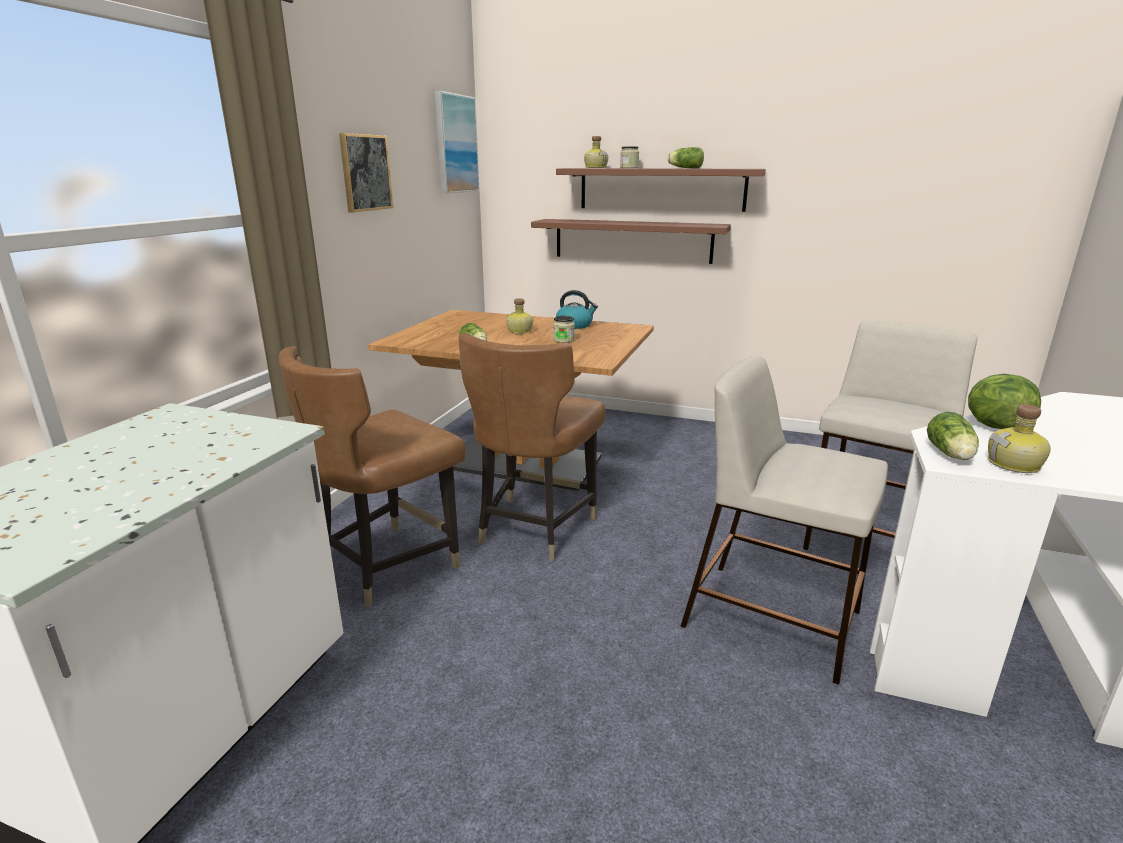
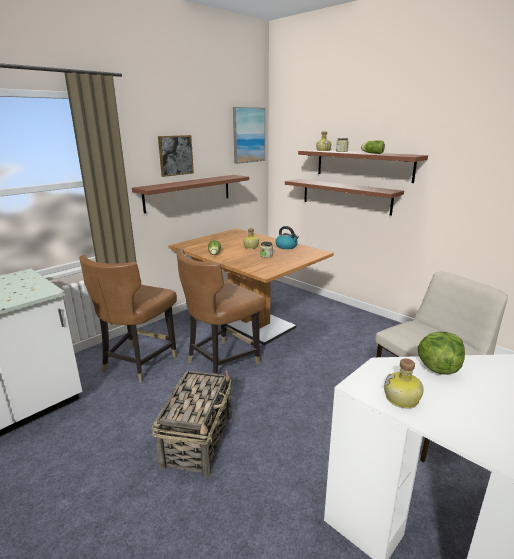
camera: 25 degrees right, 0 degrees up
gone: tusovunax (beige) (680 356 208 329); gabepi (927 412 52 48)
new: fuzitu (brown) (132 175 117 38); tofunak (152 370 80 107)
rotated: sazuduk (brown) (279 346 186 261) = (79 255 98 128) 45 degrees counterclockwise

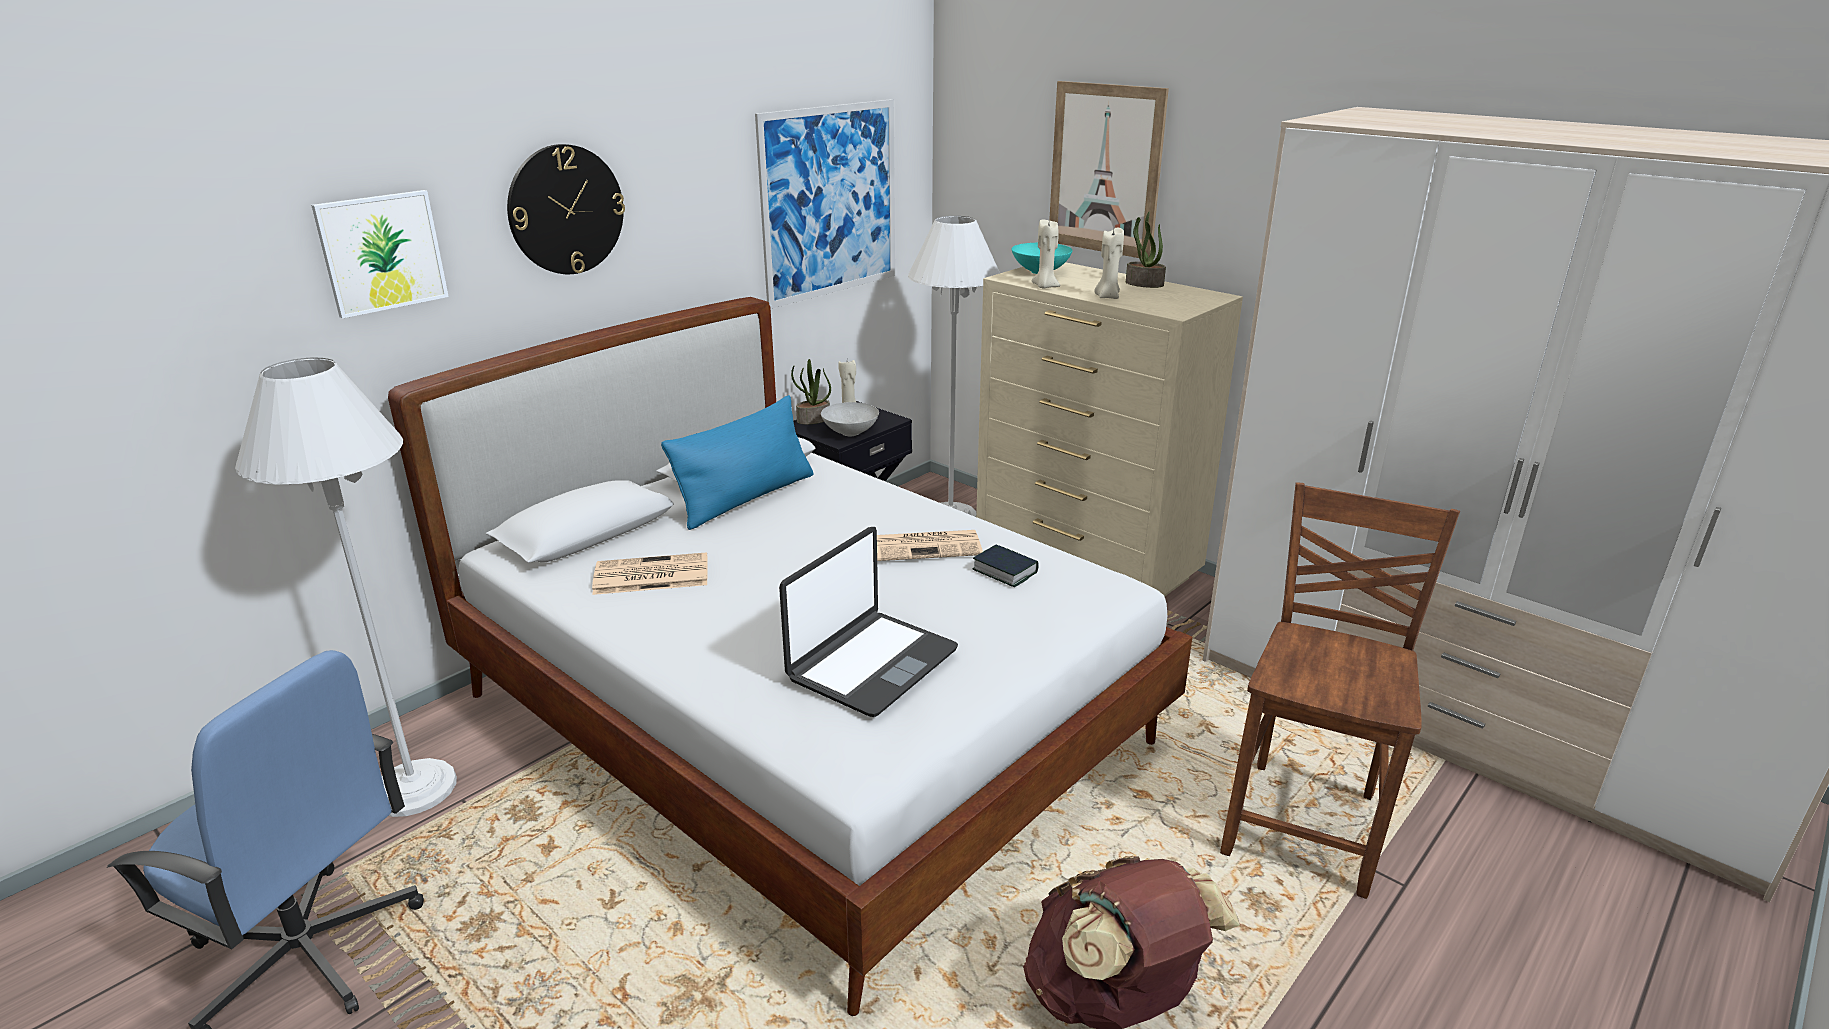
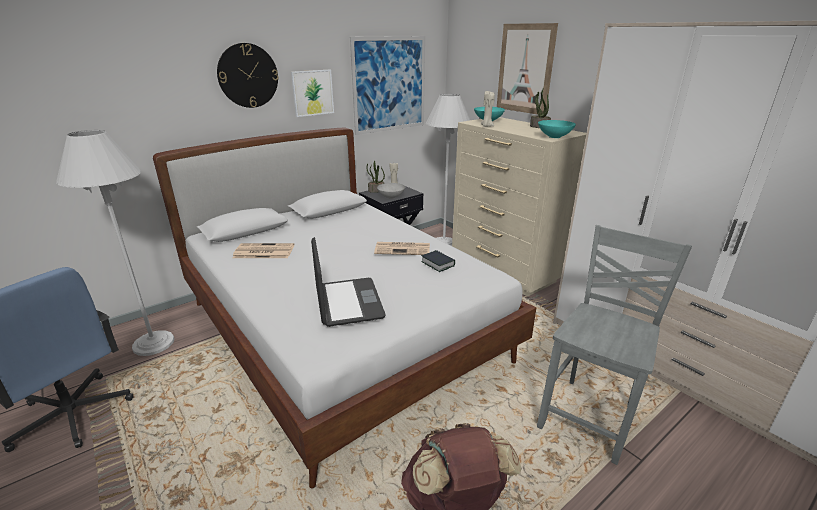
camera: 10 degrees right, 0 degrees up
gone: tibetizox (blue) (661 395 152 135); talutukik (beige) (1094 227 30 72)
new: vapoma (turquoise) (538 120 38 18)
shifted: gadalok (311 190 138 129) to (291 70 43 47)
repainted: sazuduk (brown) (1220 482 240 417) to sazuduk (grey) (537 225 155 240)
rotated: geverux (779 527 179 190) = (311 237 75 90) 60 degrees counterclockwise

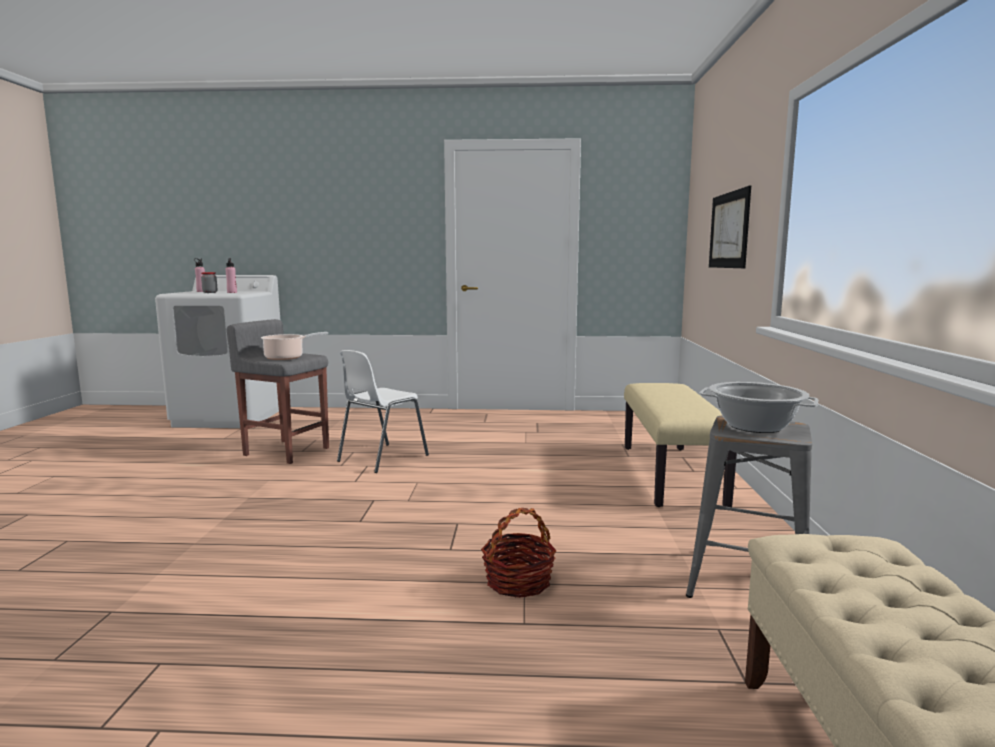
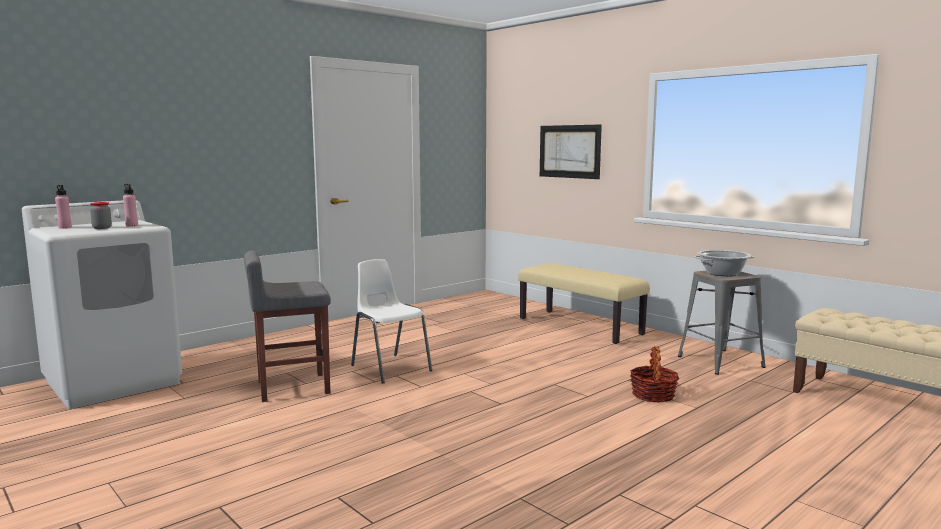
camera: 45 degrees left, 0 degrees up
gone: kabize (261 332 67 28)
rotated: sazuduk (white) (337 350 92 123) = (351 259 81 125) 150 degrees clockwise

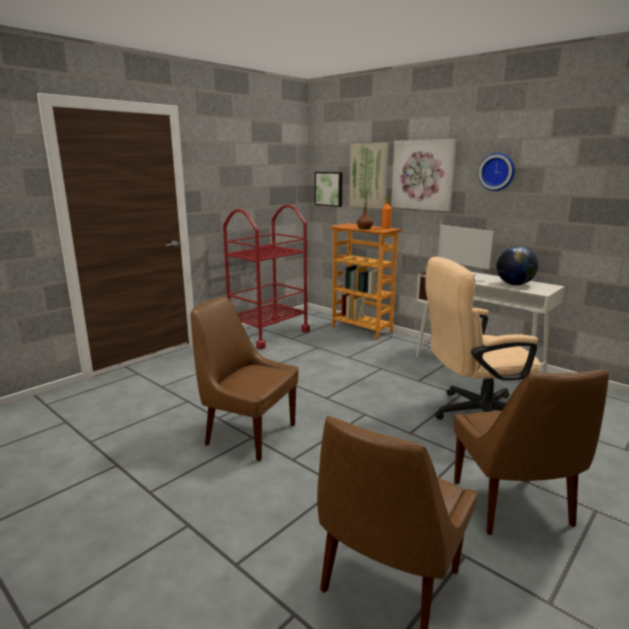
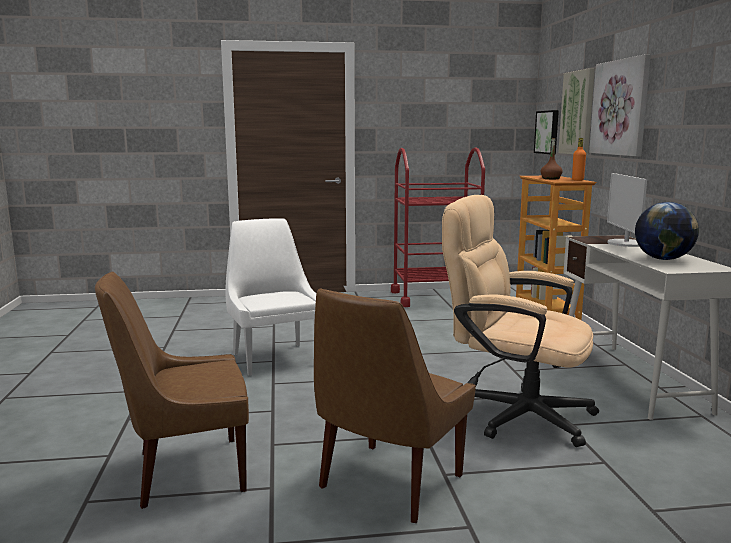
camera: 40 degrees right, 5 degrees down
gone: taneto (478 153 37 38)
repainted: sazuduk (brown) (191 297 107 164) to sazuduk (white) (225 218 91 158)

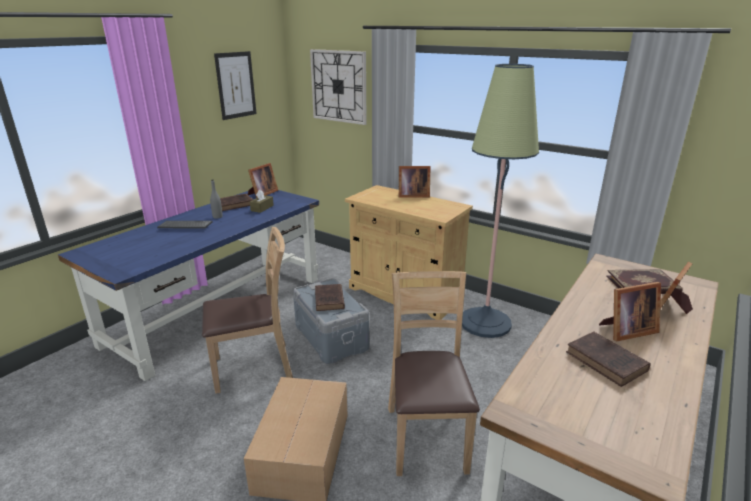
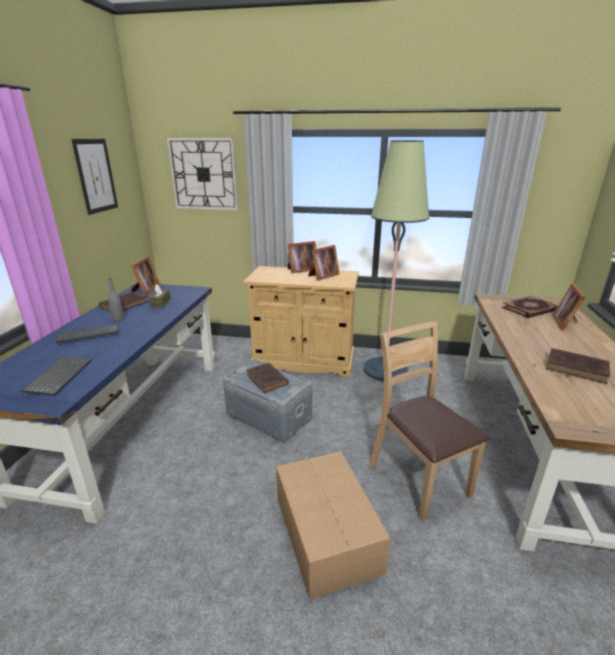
camera: 25 degrees left, 0 degrees up
gone: sazuduk (brown) (202 227 91 166)
new: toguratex (21 356 71 40)
shifted: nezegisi (599 282 62 60) to (308 245 32 36)

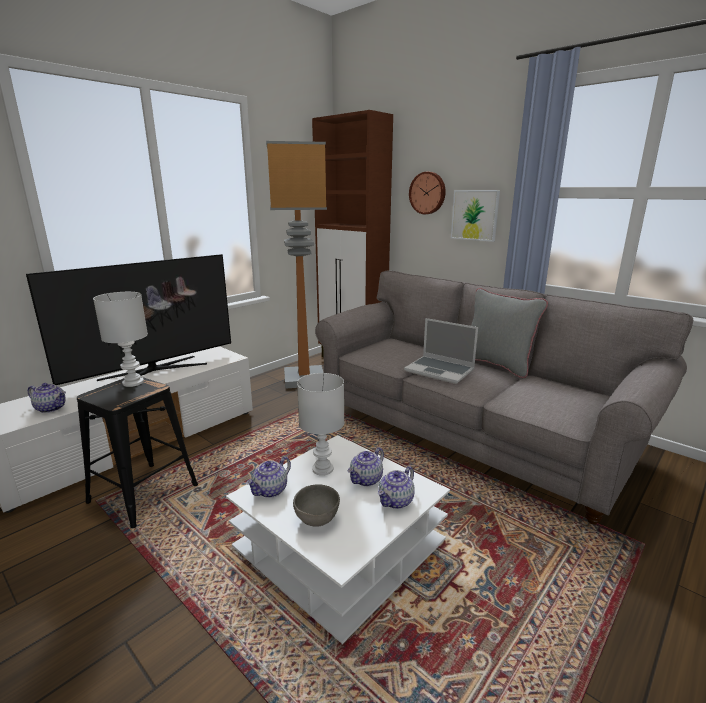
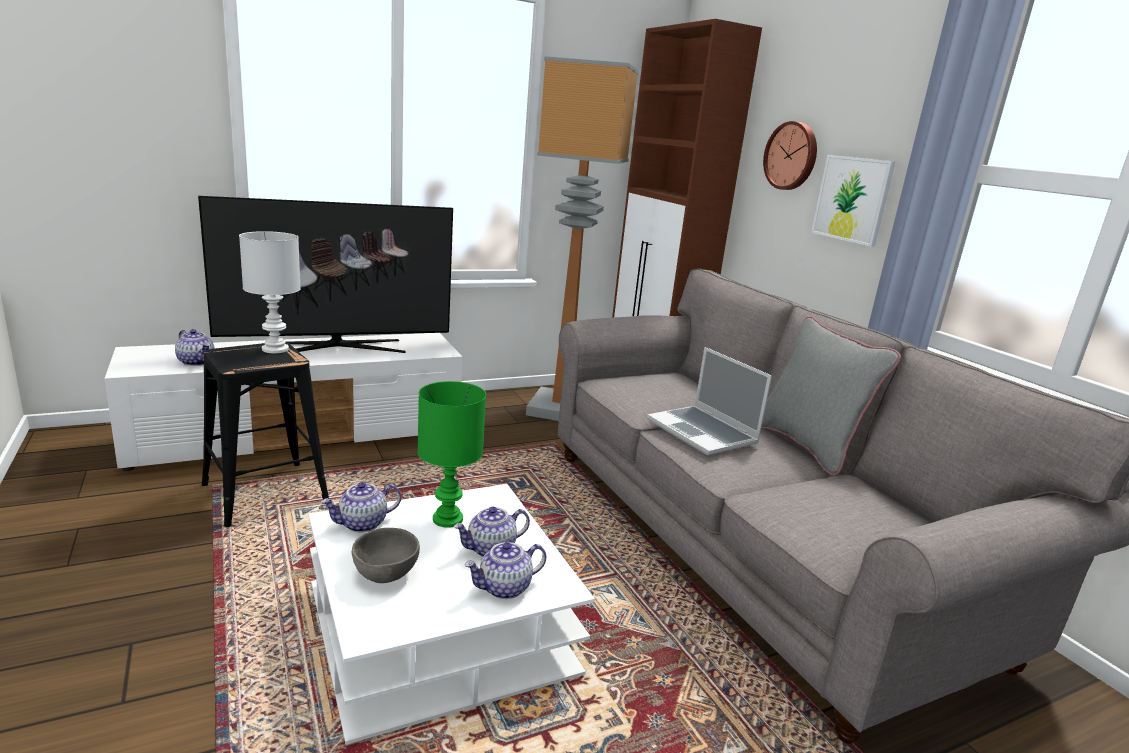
camera: 20 degrees right, 0 degrees up
repainted: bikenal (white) (297 373 47 103) to bikenal (green) (417 381 69 147)

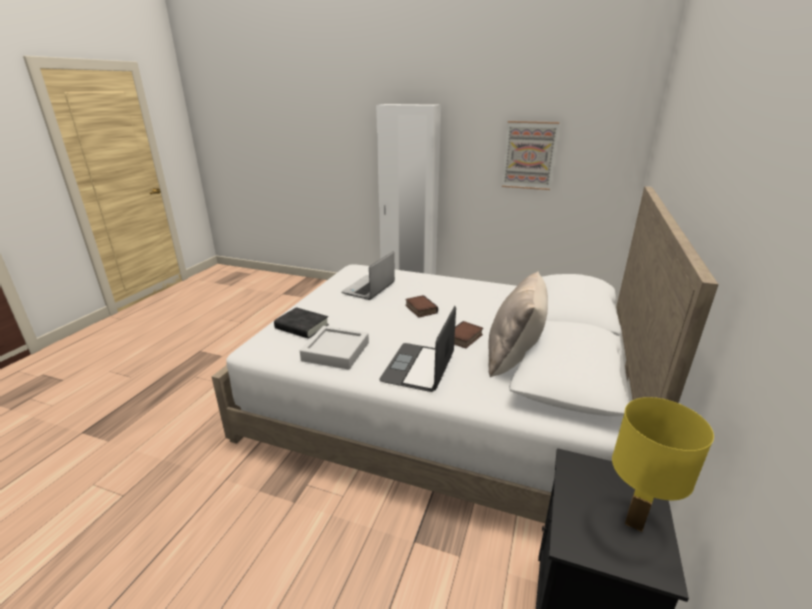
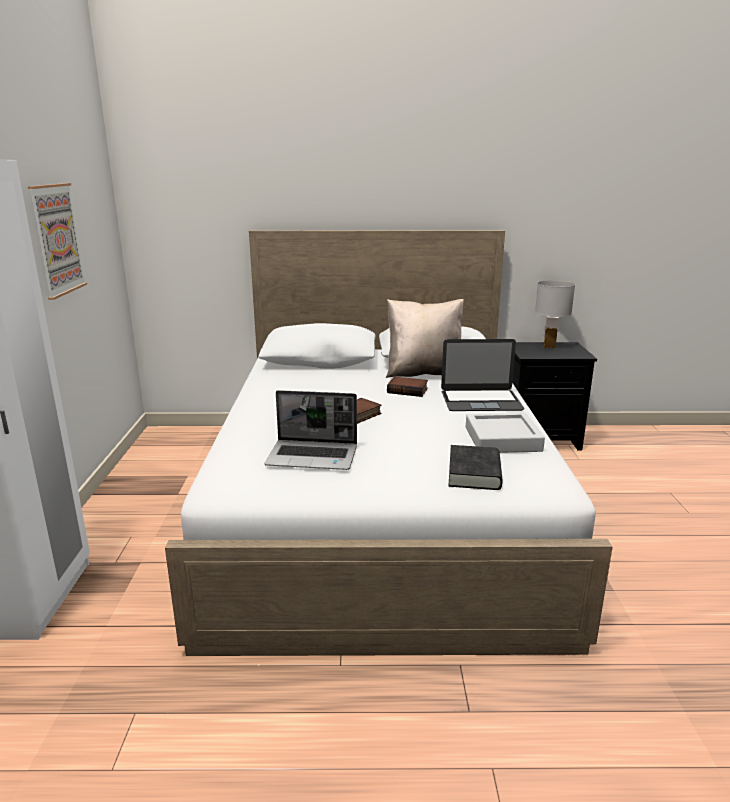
camera: 110 degrees left, 5 degrees down
repainted: bikenal (yellow) (612 397 102 135) to bikenal (white) (535 280 40 68)

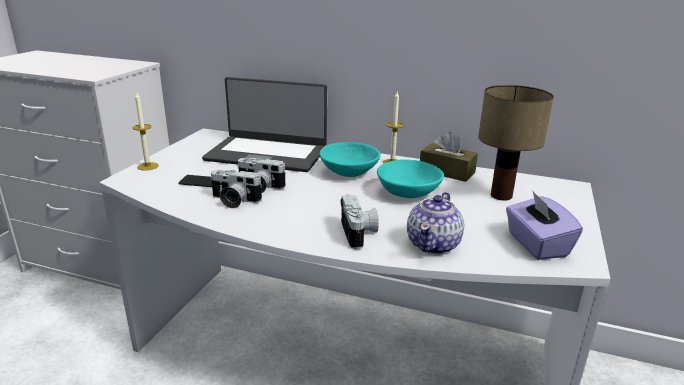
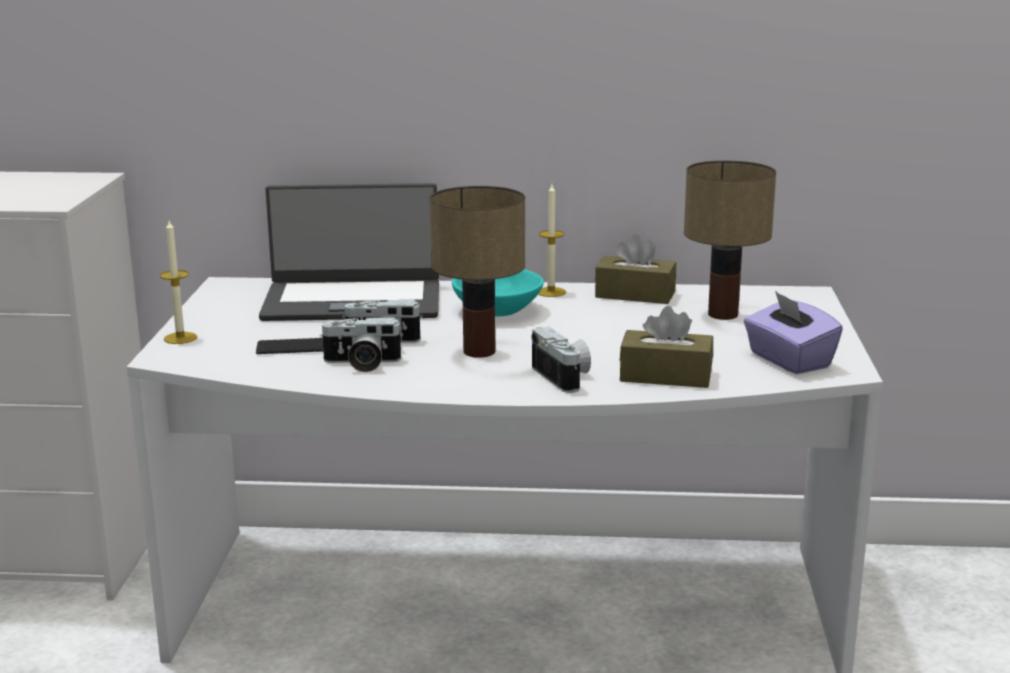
camera: 15 degrees left, 5 degrees down
gone: vapoma (turquoise) (377 160 67 38)
new: bikenal (430 186 95 172)
swapped: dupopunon (407 192 57 62) to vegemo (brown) (619 306 94 82)

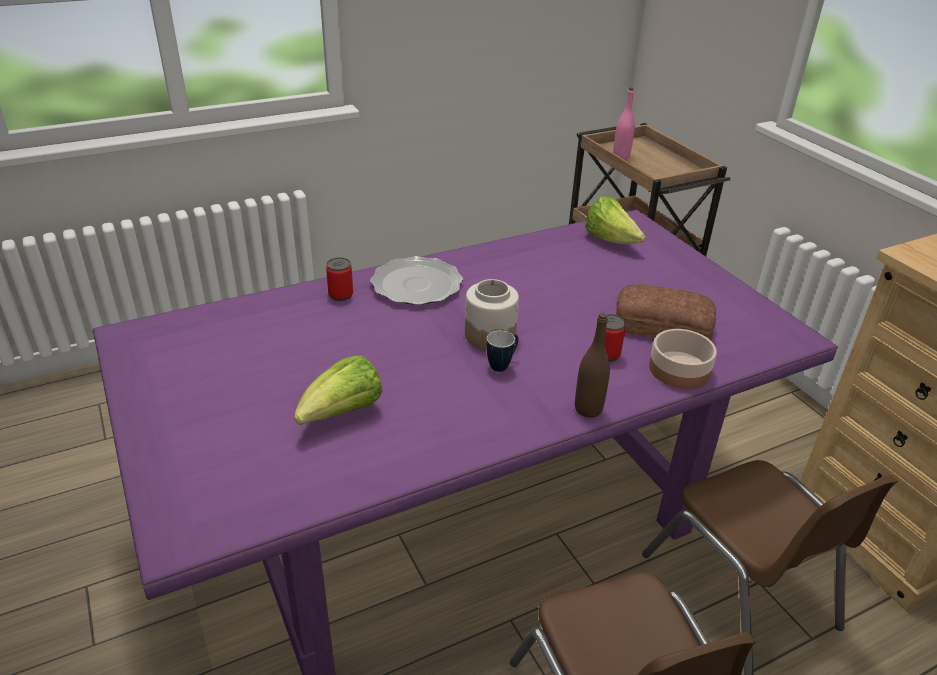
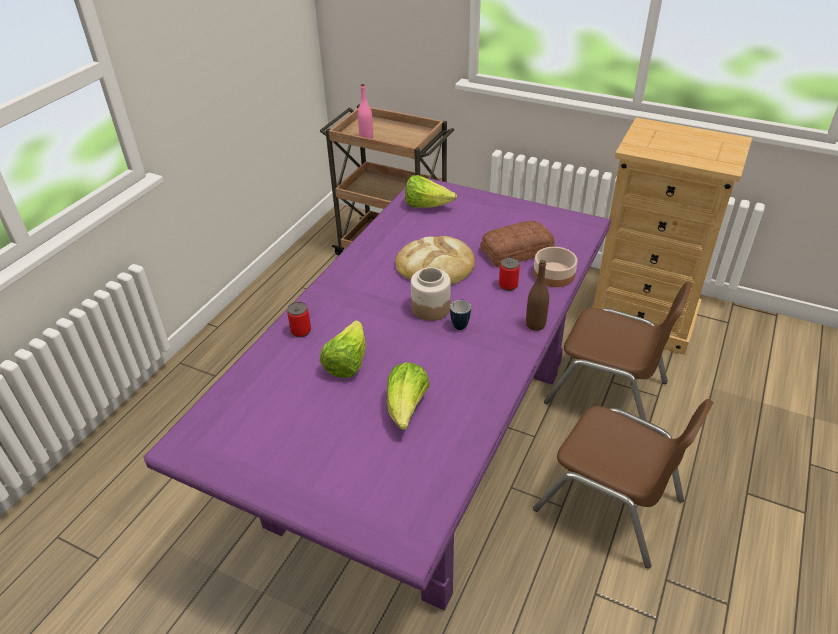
camera: 35 degrees left, 5 degrees up
gone: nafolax (370 256 93 49)
new: gabepi (320 320 46 58); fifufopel (395 236 80 49)

